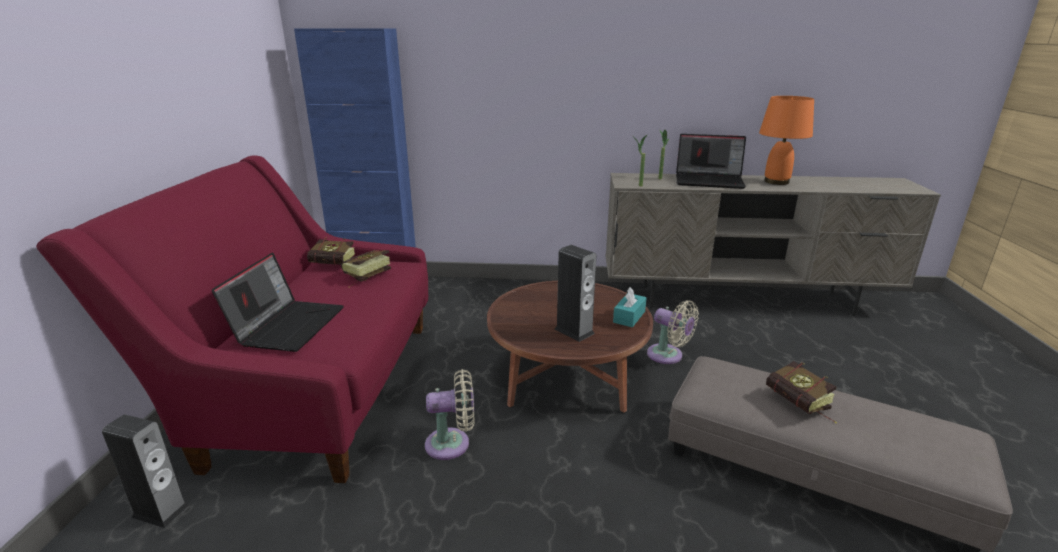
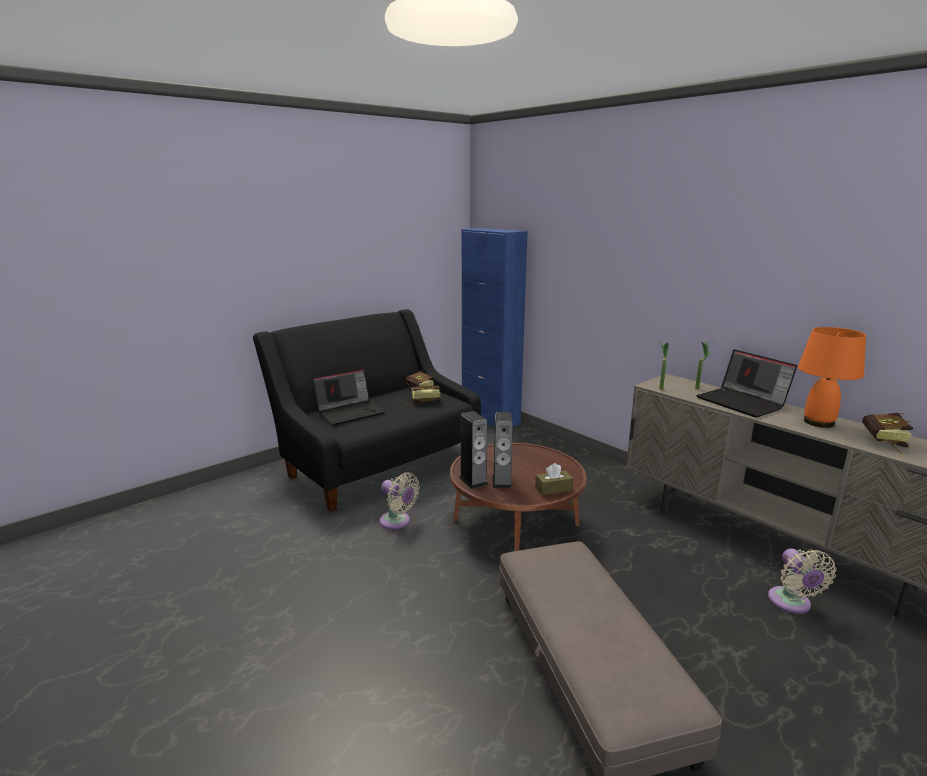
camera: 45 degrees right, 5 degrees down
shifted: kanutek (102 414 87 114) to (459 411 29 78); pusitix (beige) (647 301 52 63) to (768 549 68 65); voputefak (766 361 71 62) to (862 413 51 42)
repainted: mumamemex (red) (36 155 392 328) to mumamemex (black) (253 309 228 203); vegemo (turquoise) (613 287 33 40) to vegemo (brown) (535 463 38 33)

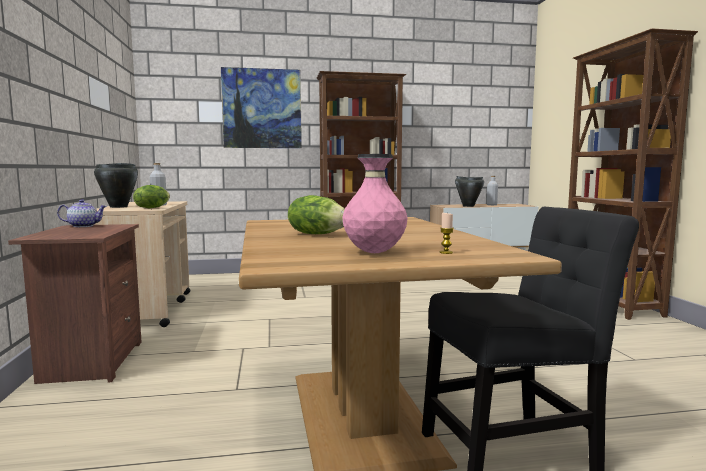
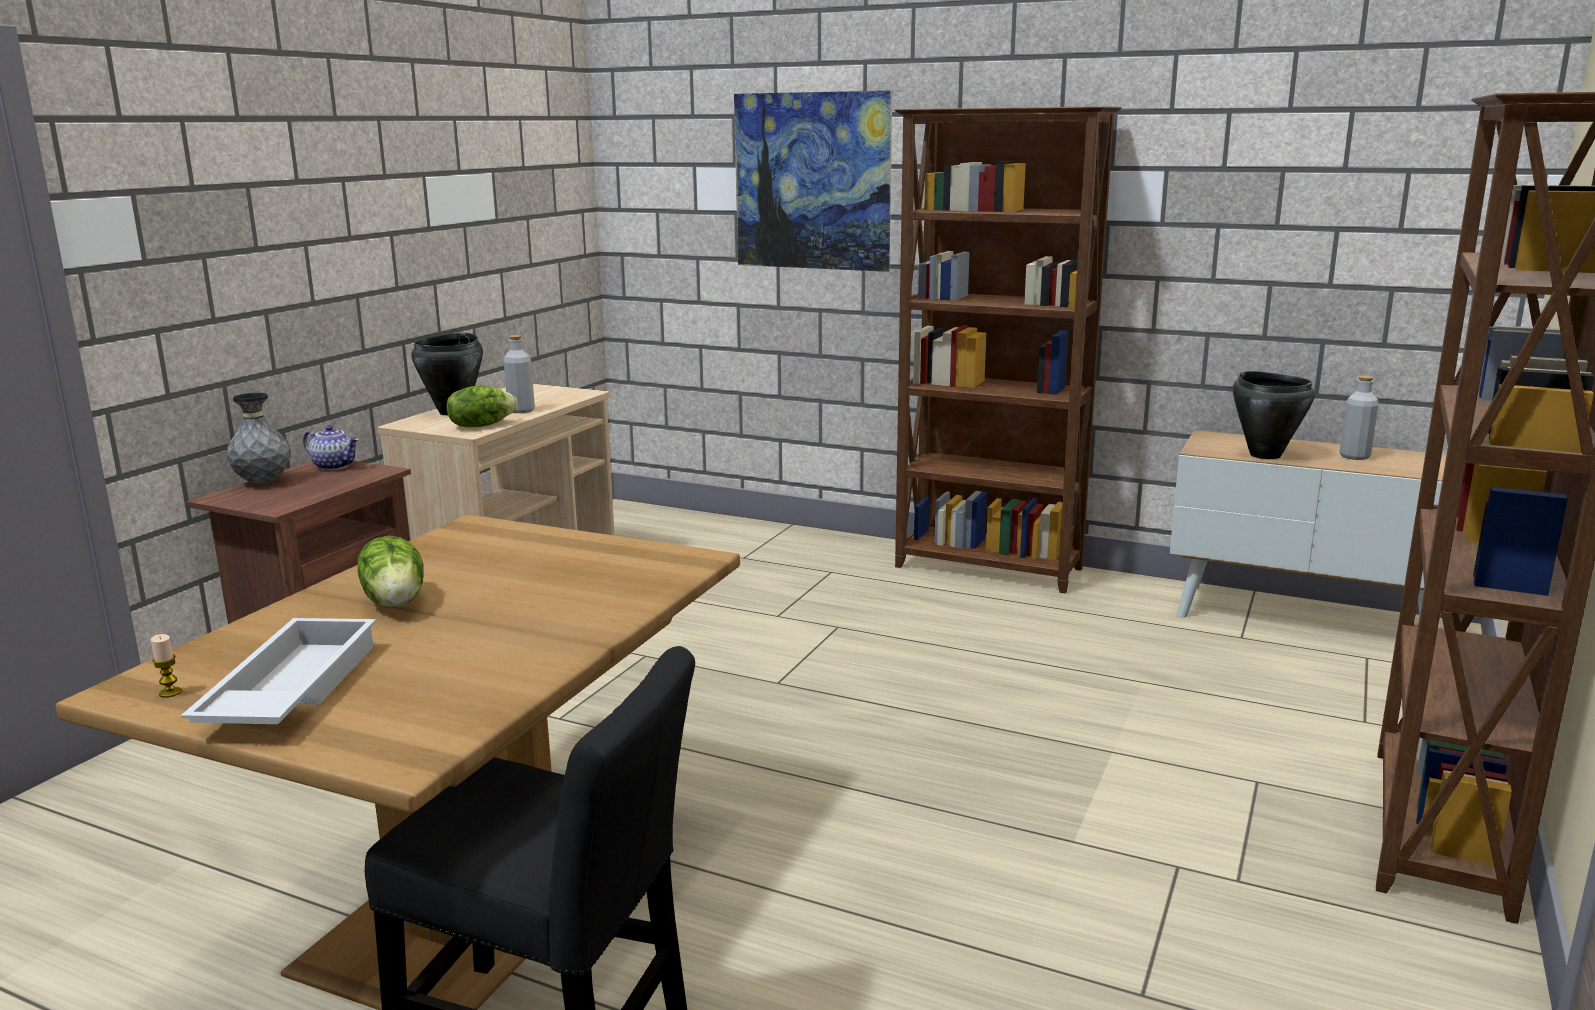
camera: 35 degrees right, 10 degrees up
new: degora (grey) (226 393 65 91)
shifted: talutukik (440 212 14 42) to (151 634 31 64)
swapped: degora (pink) (342 154 66 99) to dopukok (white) (181 618 195 106)

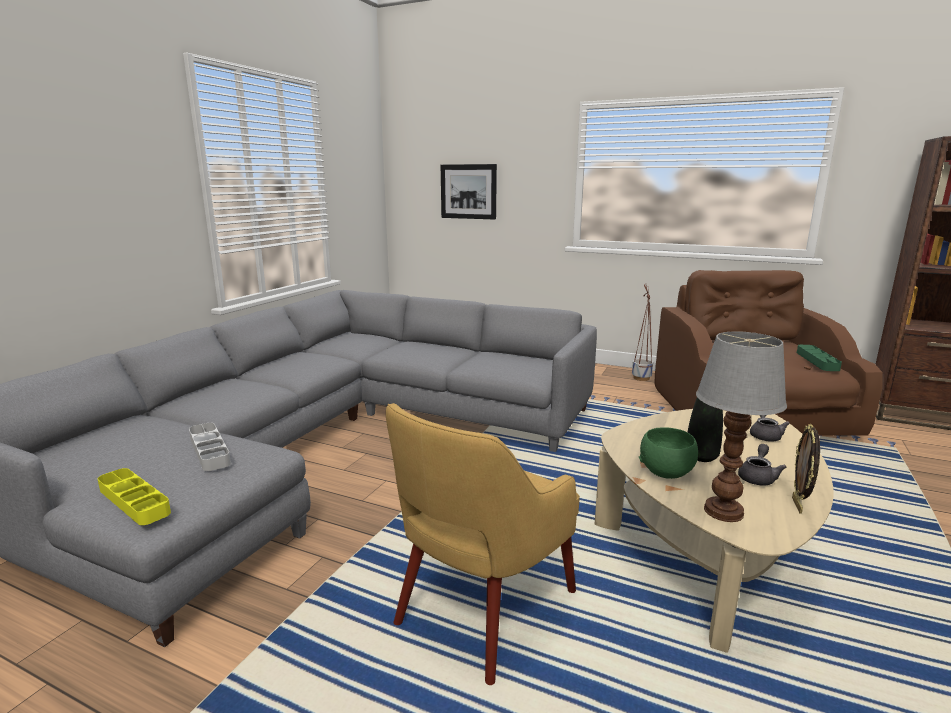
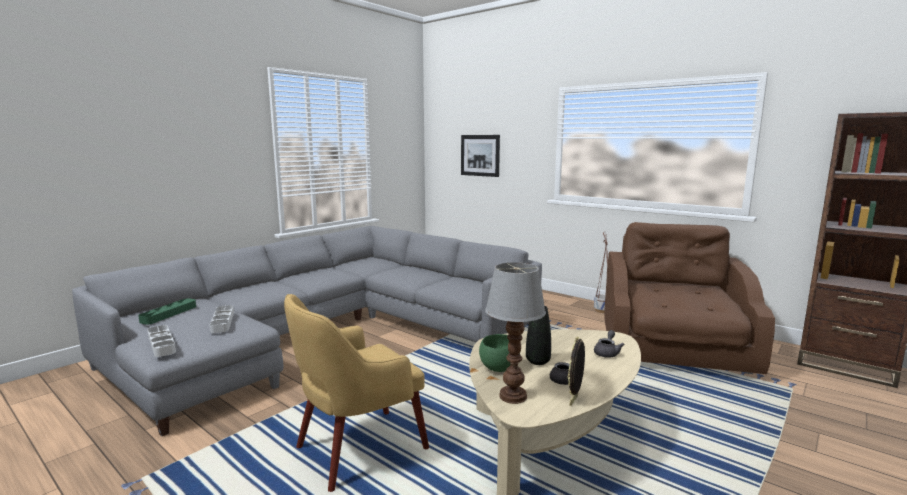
camera: 15 degrees right, 5 degrees down
shifted: dopukok (green) (797 345 45 26) to (138 298 58 27)
repainted: dopukok (yellow) (98 468 73 57) to dopukok (grey) (147 325 29 32)

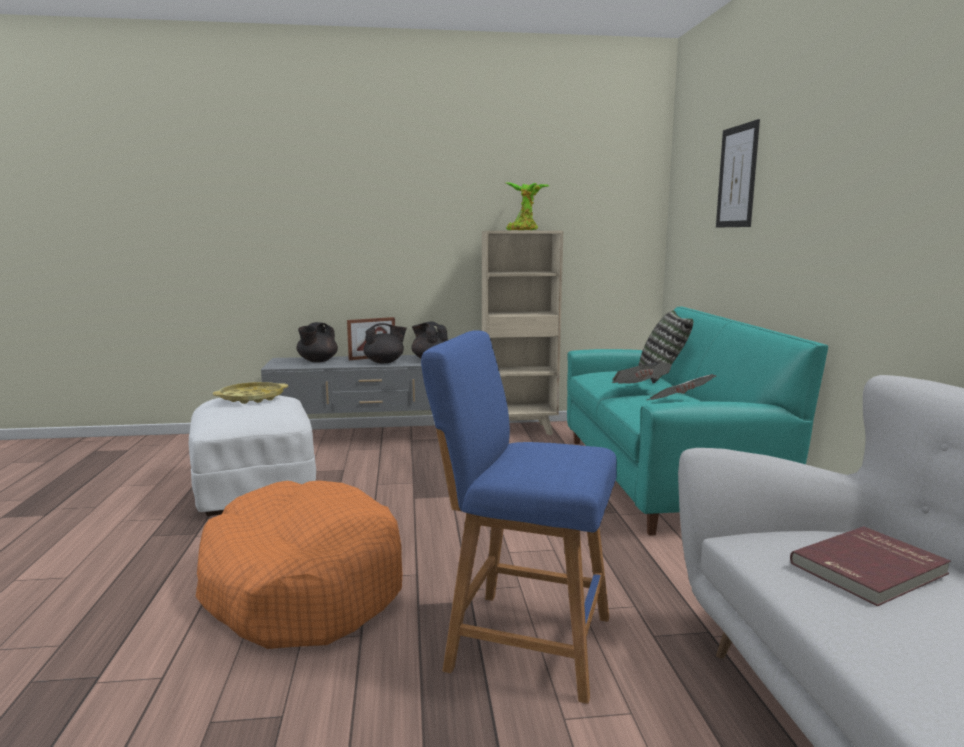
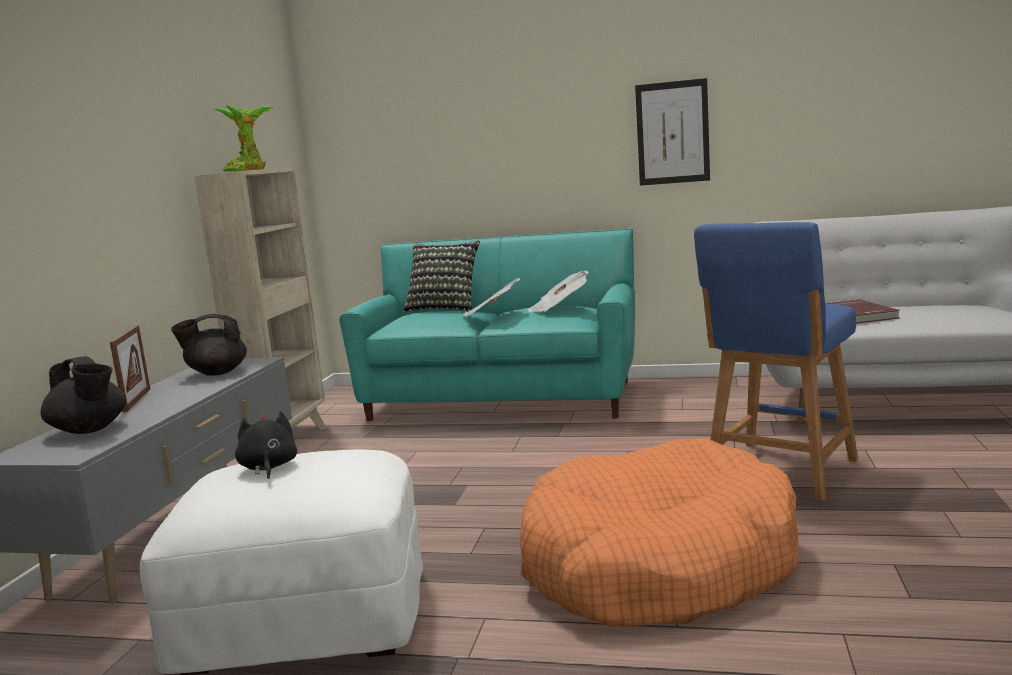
camera: 70 degrees left, 0 degrees up
gone: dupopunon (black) (363 323 44 41)
shifted: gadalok (716 119 44 109) to (635 78 75 108)
swapped: dopukok (yellow) (213 382 75 22) to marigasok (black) (235 411 62 68)

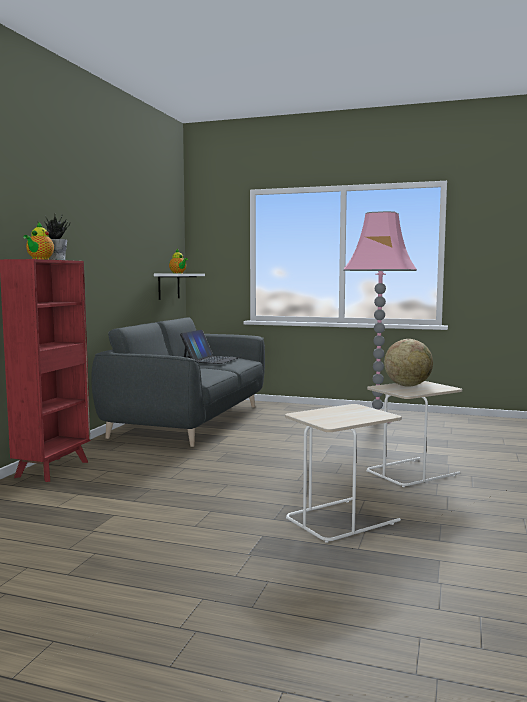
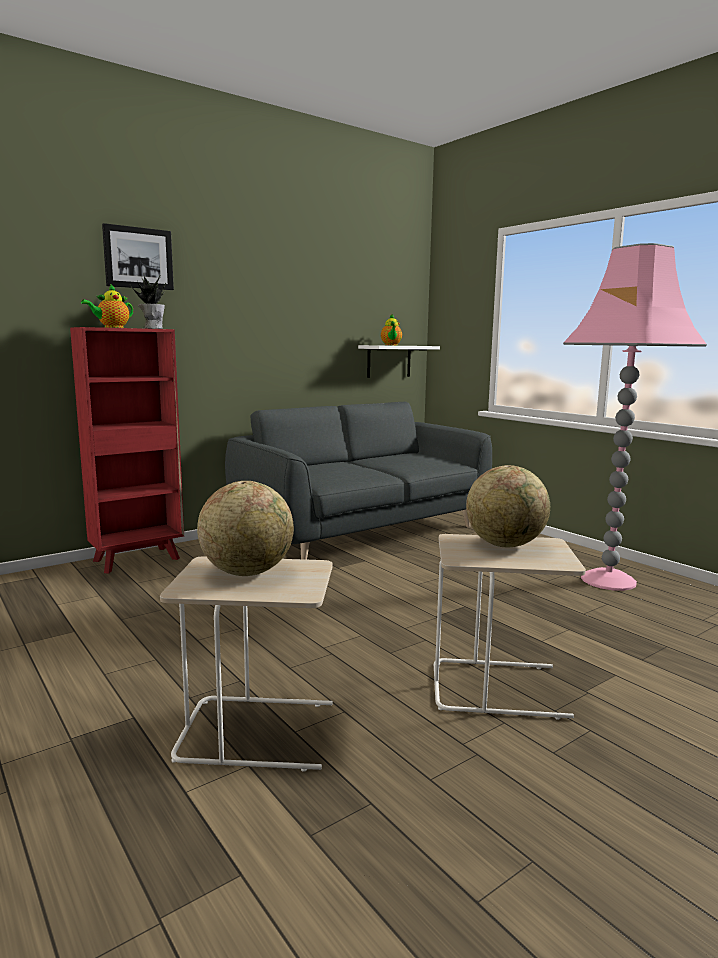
camera: 35 degrees right, 5 degrees up
gone: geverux (180 330 60 34)
new: gadalok (102 223 72 67); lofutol (197 481 97 95)

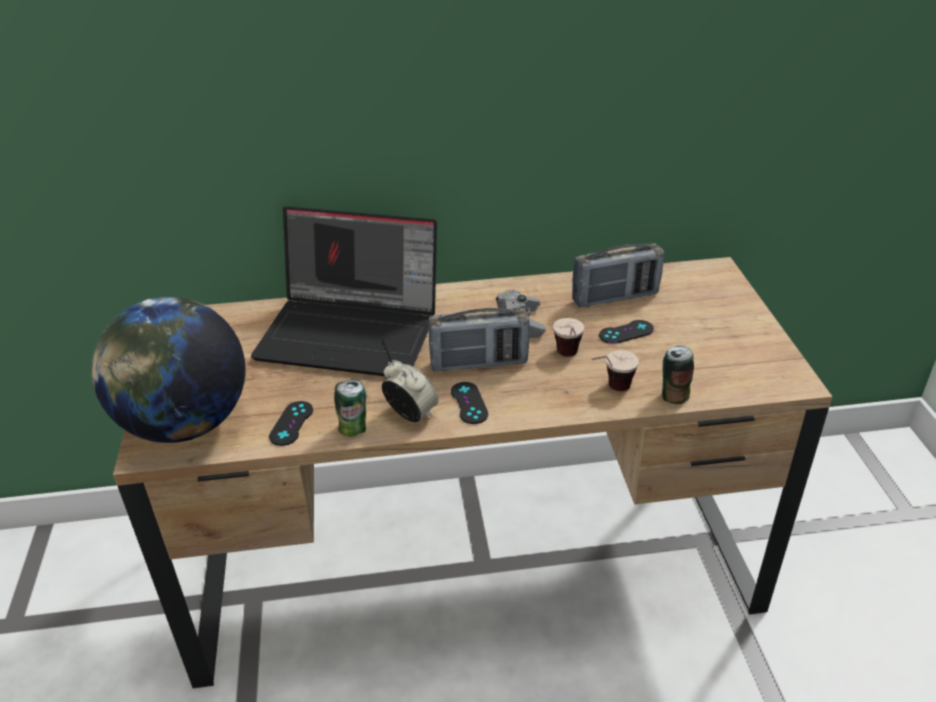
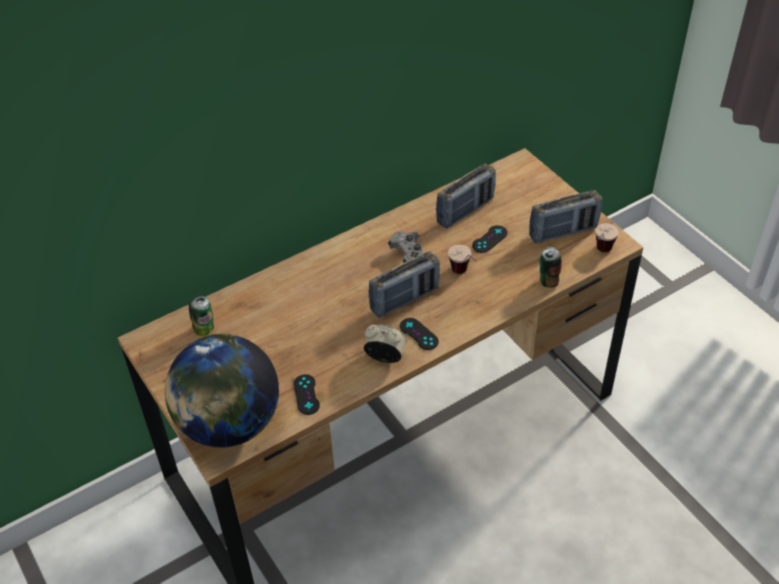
camera: 25 degrees left, 10 degrees up
gone: geverux (251 206 186 171)
new: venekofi (529 190 73 54)
shifted: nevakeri (334 379 32 58) to (189 296 25 40); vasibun (592 350 47 41) to (595 223 24 29)

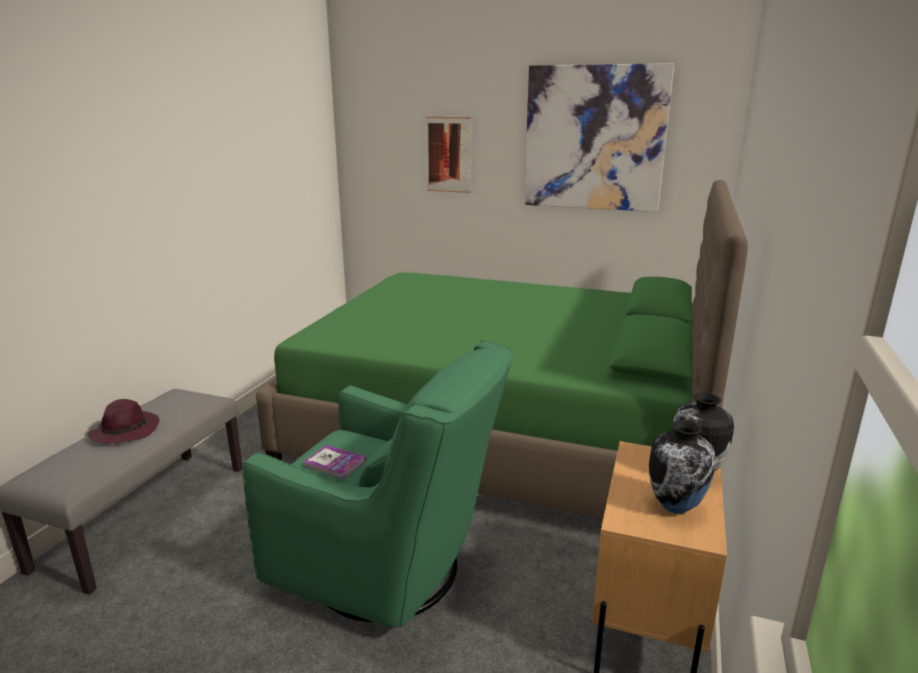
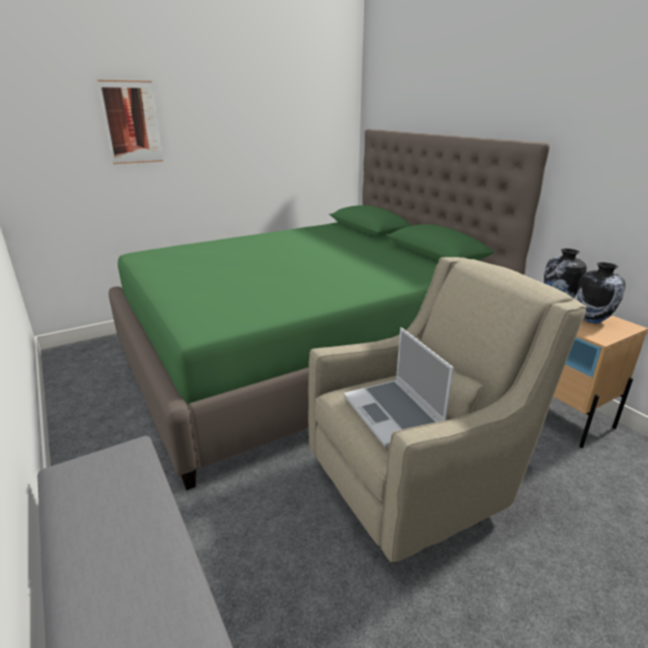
camera: 50 degrees left, 5 degrees up
gone: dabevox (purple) (87 399 73 45); gadalok (524 63 150 149)
swapped: voputefak (303 445 63 34) to geverux (344 327 110 120)
repainted: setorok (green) (242 340 272 287) to setorok (beige) (308 257 279 306)

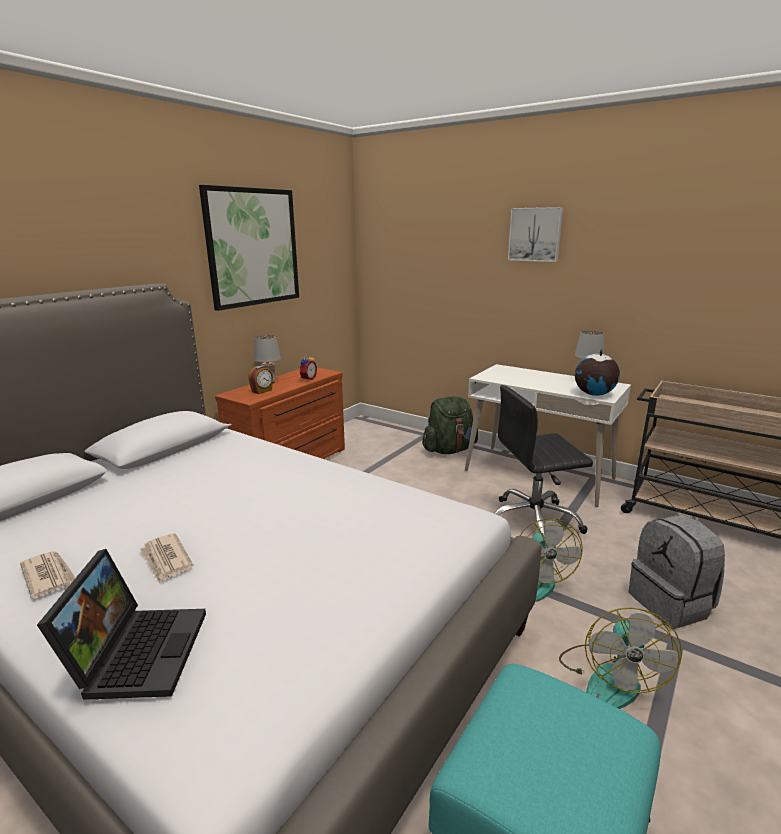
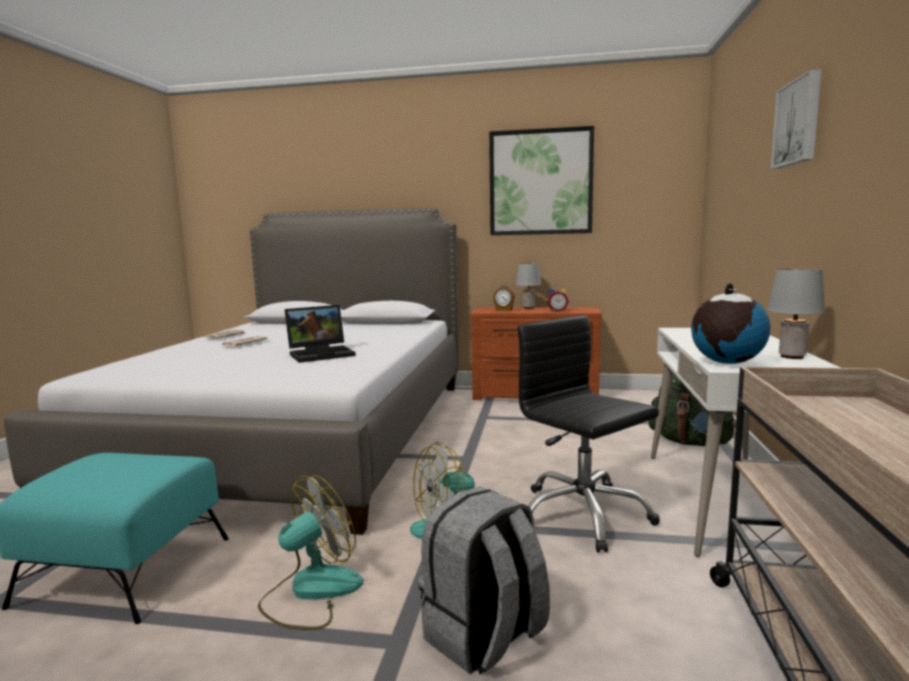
camera: 65 degrees right, 10 degrees down
shifted: geverux (37 549 169 151) to (285 305 71 58)
rotated: pusitix (559 608 123 101) = (258 475 105 155) 150 degrees clockwise

